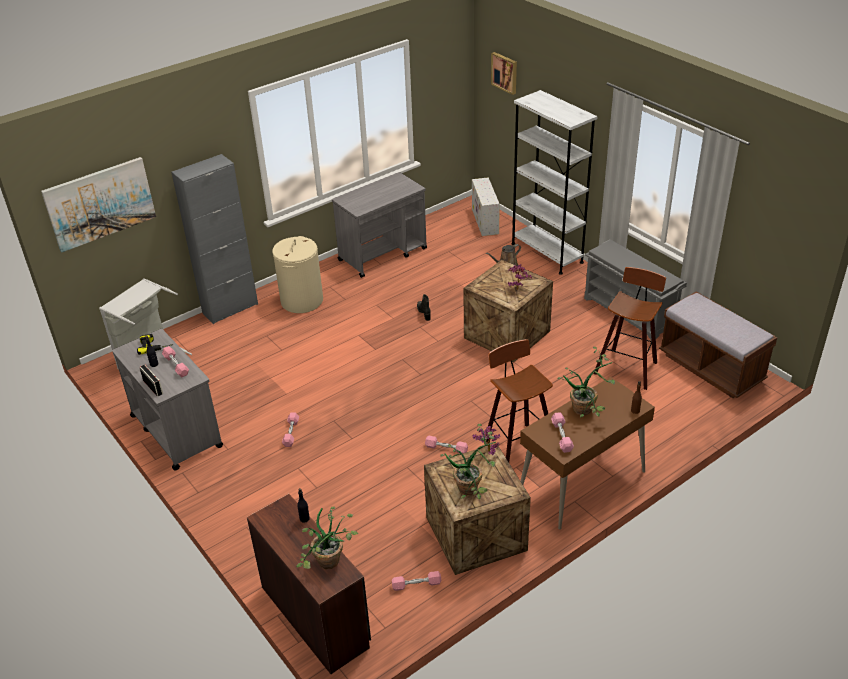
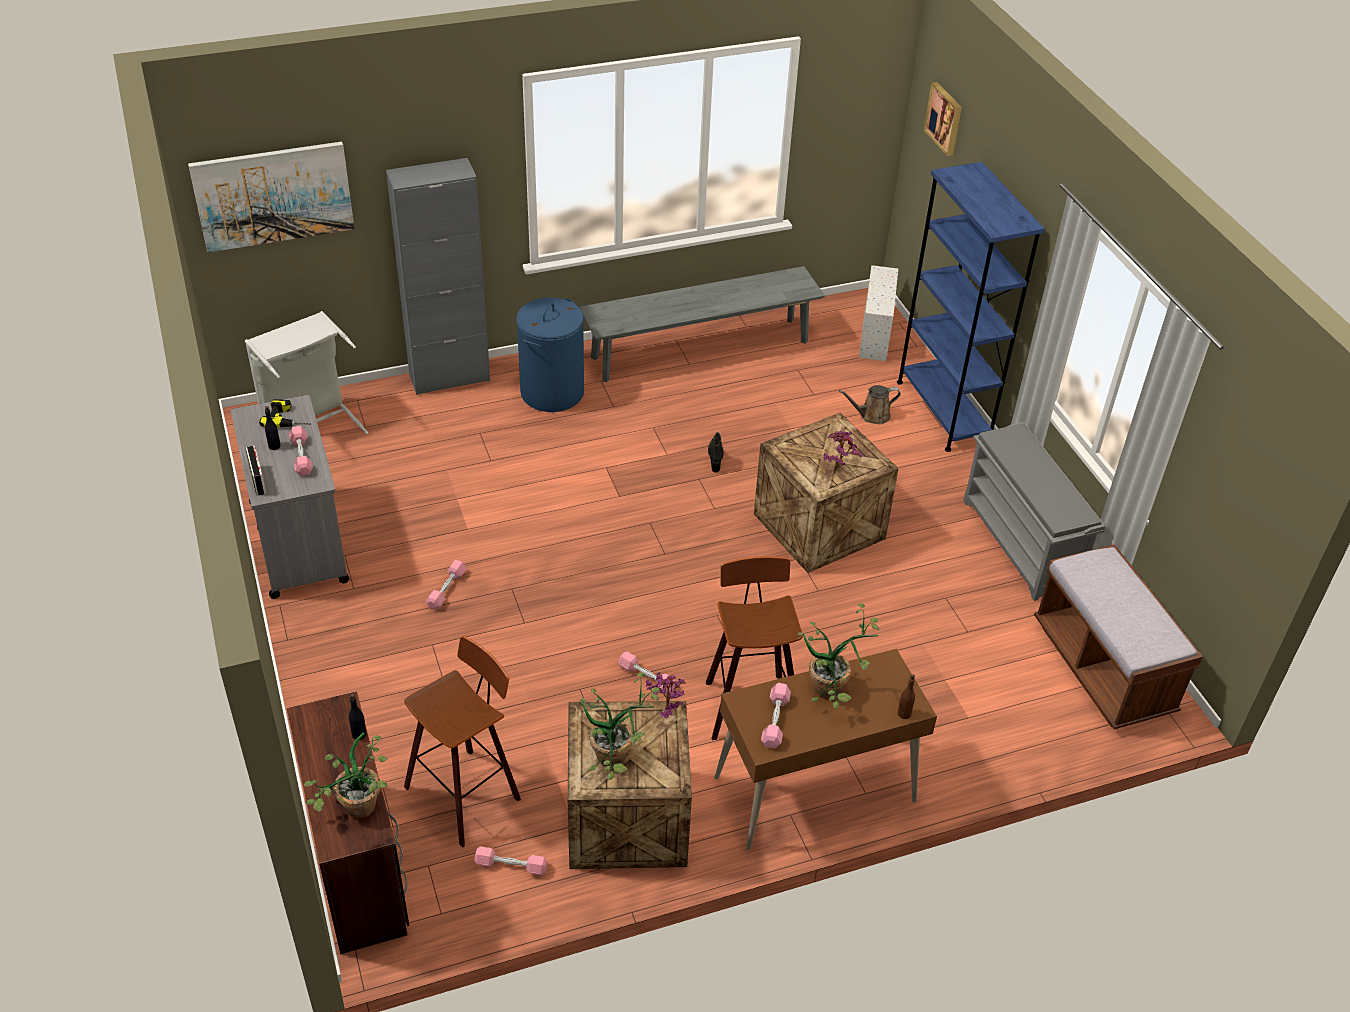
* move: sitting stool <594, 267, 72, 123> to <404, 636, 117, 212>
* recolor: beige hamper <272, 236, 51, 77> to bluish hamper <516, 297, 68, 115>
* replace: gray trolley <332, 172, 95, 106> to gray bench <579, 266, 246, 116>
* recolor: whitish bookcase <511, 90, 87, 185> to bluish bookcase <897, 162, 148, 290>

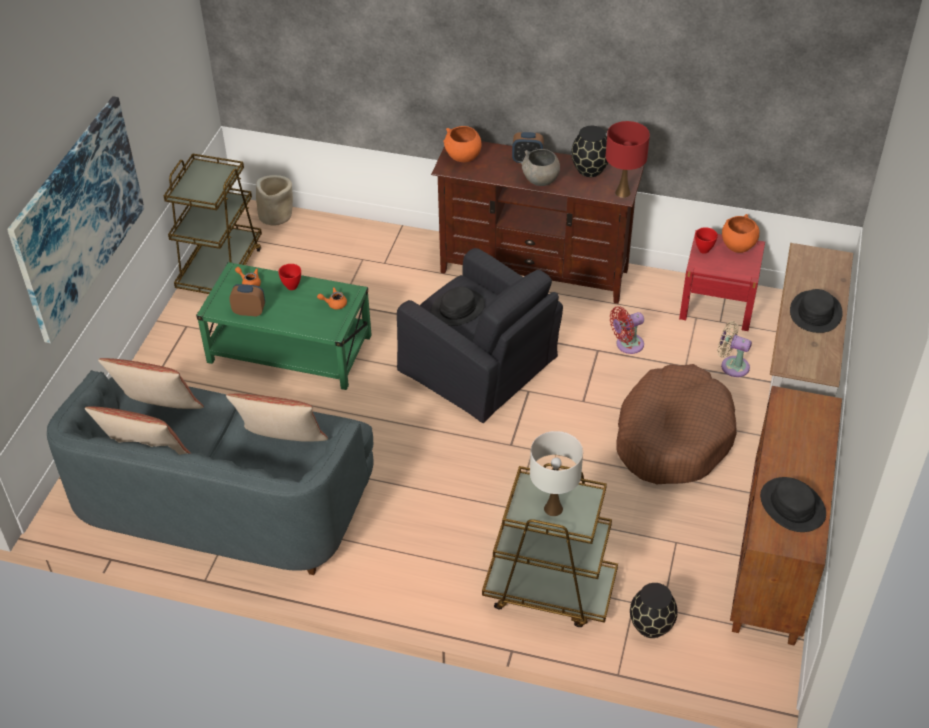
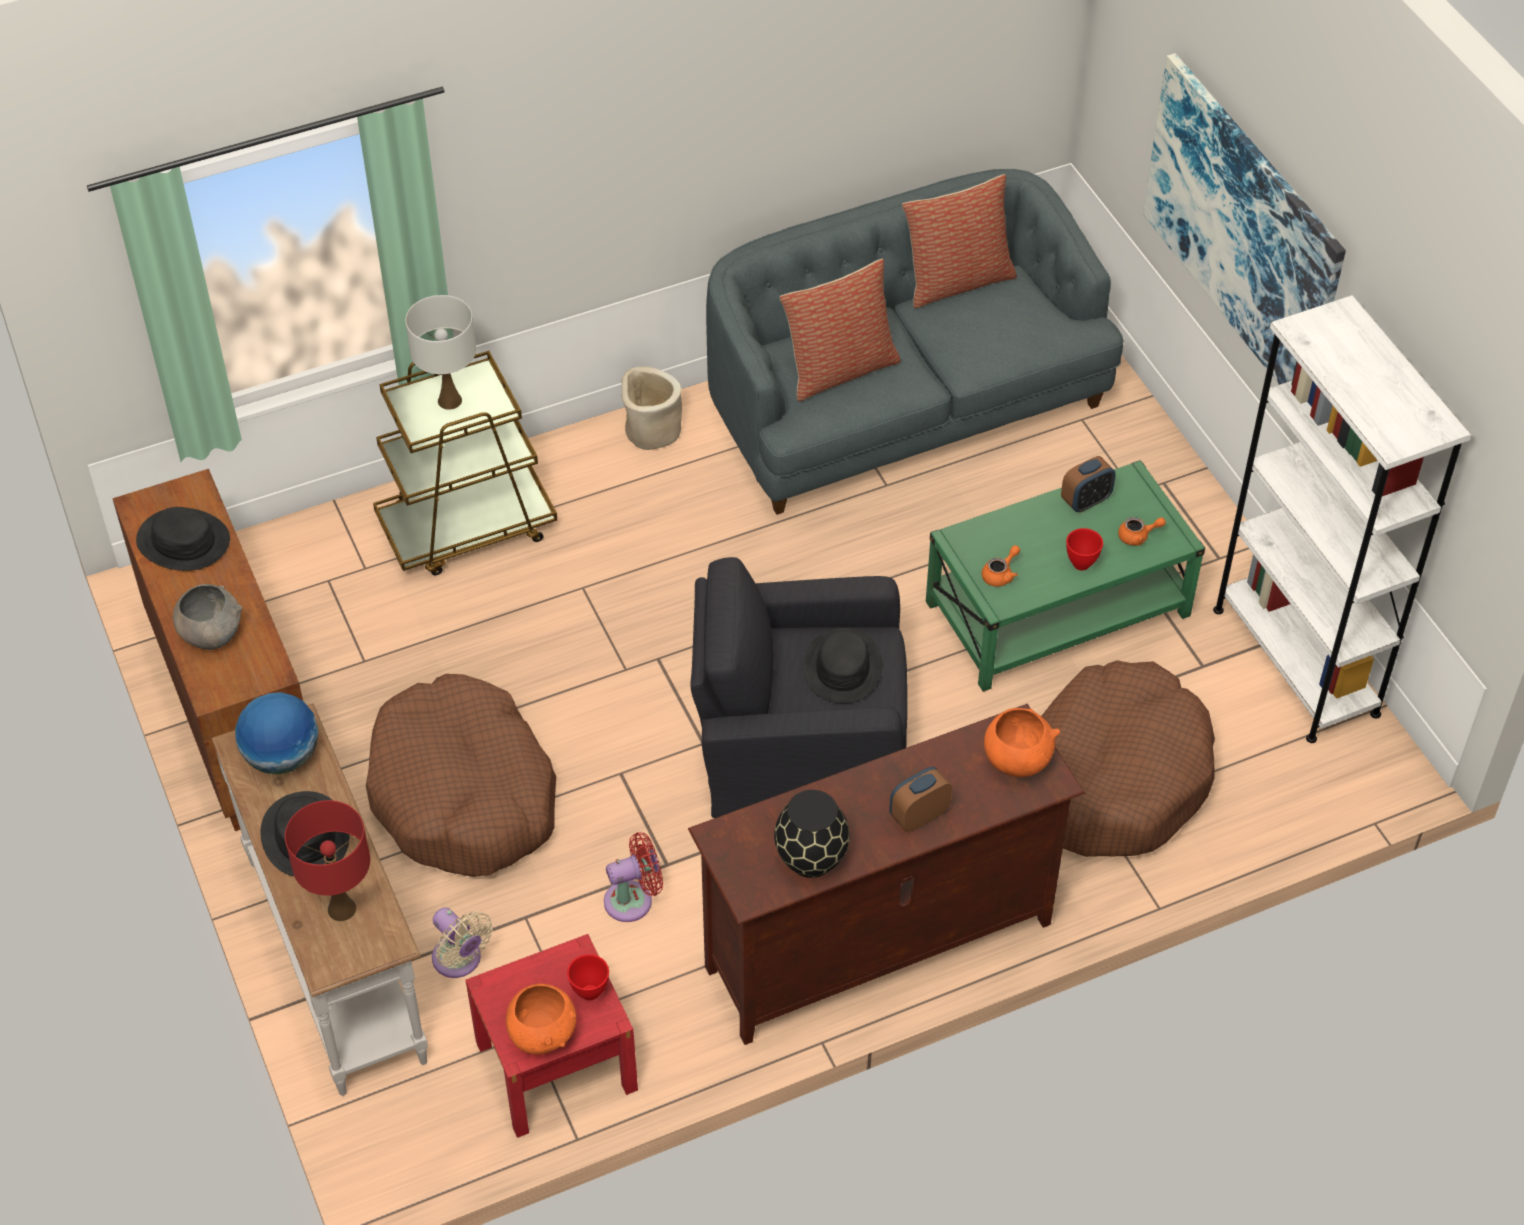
* move: gray bowl <521, 149, 39, 37> to <173, 584, 69, 66>
* insert: desk globe <235, 692, 83, 82>
* move: red lamp for a table <606, 121, 44, 77> to <285, 800, 85, 121>
* rotate: beige electric fan <717, 321, 35, 56> = <432, 907, 61, 71> 60 degrees clockwise
* rotate: red electric fan <610, 306, 34, 48> = <604, 832, 59, 90> 45 degrees clockwise
* move: beige planter <256, 175, 37, 50> to <621, 367, 61, 83>
* insert: brown-coloured dog cushion <1041, 660, 174, 197>
* replace: brown-coloured trolley <164, 153, 98, 141> to whitish bookcase <1213, 295, 258, 448>
* delete: cushion <98, 358, 106, 51>
* delete: blackish vase <630, 583, 48, 55>

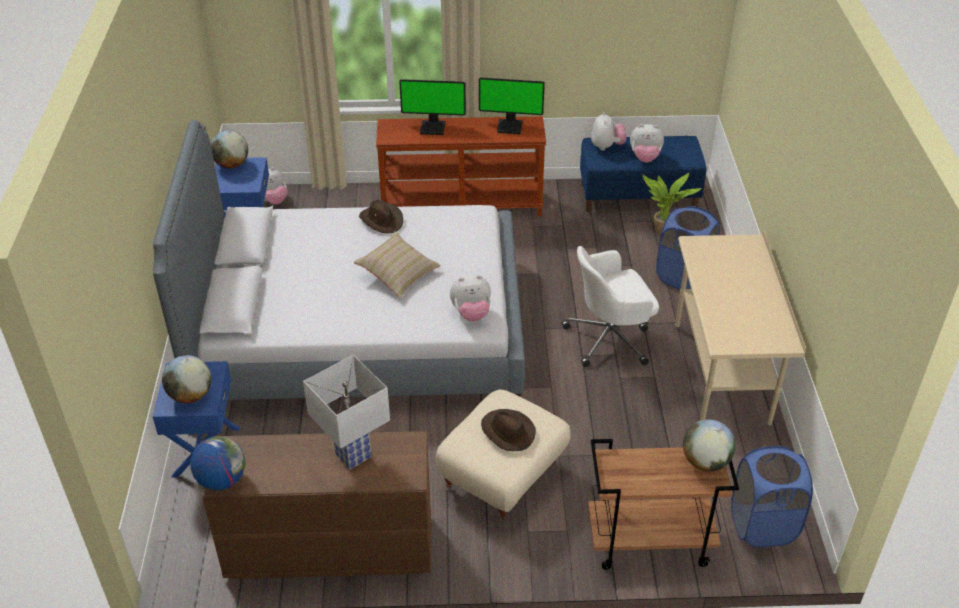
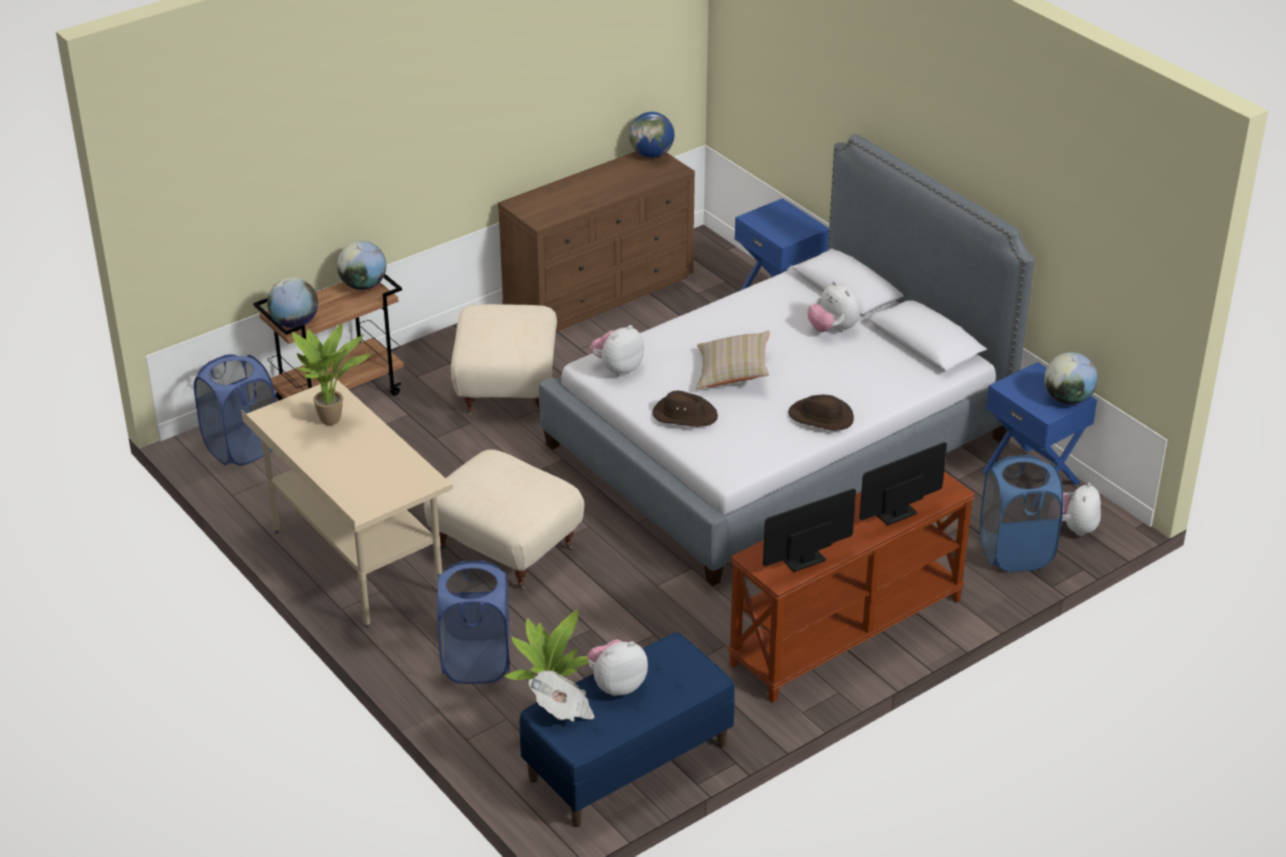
* insert: potted plant <292, 323, 79, 102>
* move: desk globe <162, 355, 50, 48> to <337, 241, 49, 49>
* replace: whitish desk chair <561, 246, 98, 121> to beige ottoman <424, 450, 160, 140>
* insert: daily paper <528, 671, 67, 50>
* move: brown-coloured clothing hat <481, 409, 55, 42> to <652, 391, 66, 36>
* move: soft toy <591, 112, 35, 39> to <808, 281, 52, 51>
* insert: bluish hamper <980, 455, 83, 117>
* delete: whitish lamp for a table <303, 355, 87, 114>

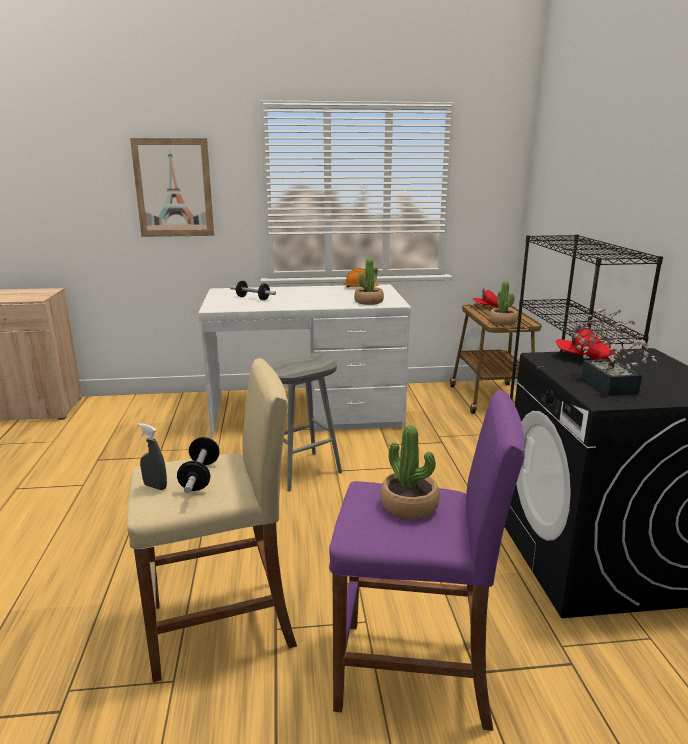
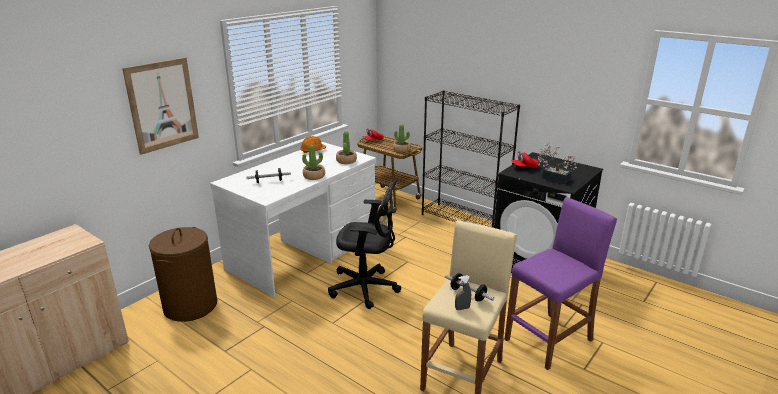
* insert: brown-coloured hamper <149, 227, 68, 95>
* move: potted plant <380, 425, 60, 95> to <302, 145, 23, 35>
* replace: gray sitting stool <270, 353, 72, 139> to blackish desk chair <328, 180, 73, 129>

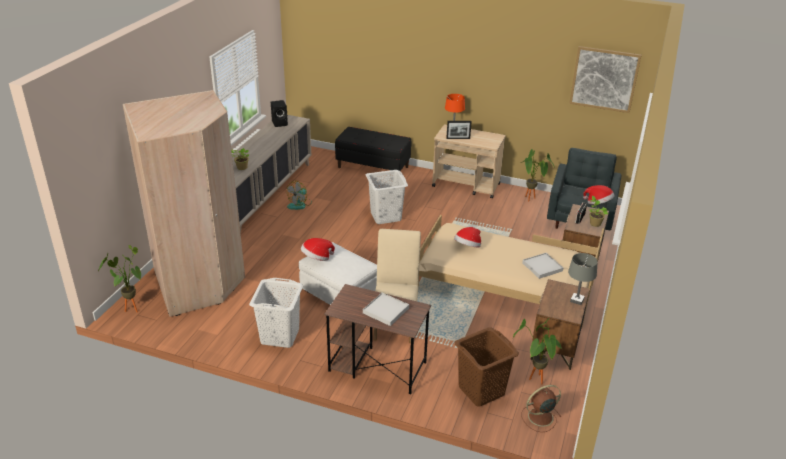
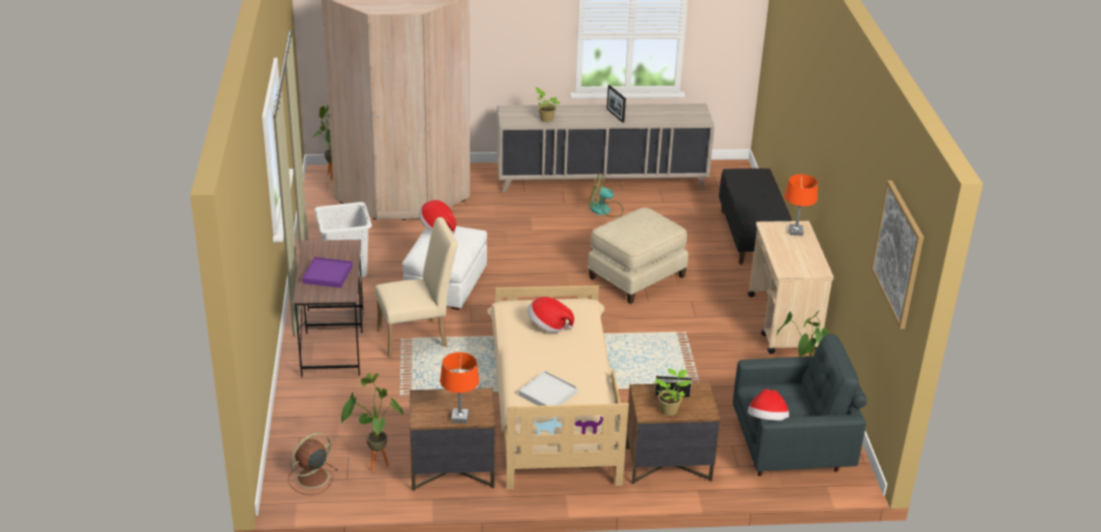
* rotate: brown-coloured electric fan <521, 385, 40, 47> = <288, 433, 50, 62> 90 degrees counterclockwise
* recolor: whitish serving tray <363, 293, 46, 33> to purple-coloured serving tray <302, 257, 50, 31>
* recolor: gray lamp for a table <568, 253, 30, 52> to orangey lamp for a table <440, 352, 39, 71>
* replace: whitish hamper <366, 170, 42, 54> to beige ottoman <587, 207, 101, 97>
* move: standing frame <446, 121, 26, 18> to <607, 85, 19, 38>
* delete: blackish loudspeaker <271, 100, 17, 27>
* delete: brown-coloured hamper <454, 327, 65, 80>

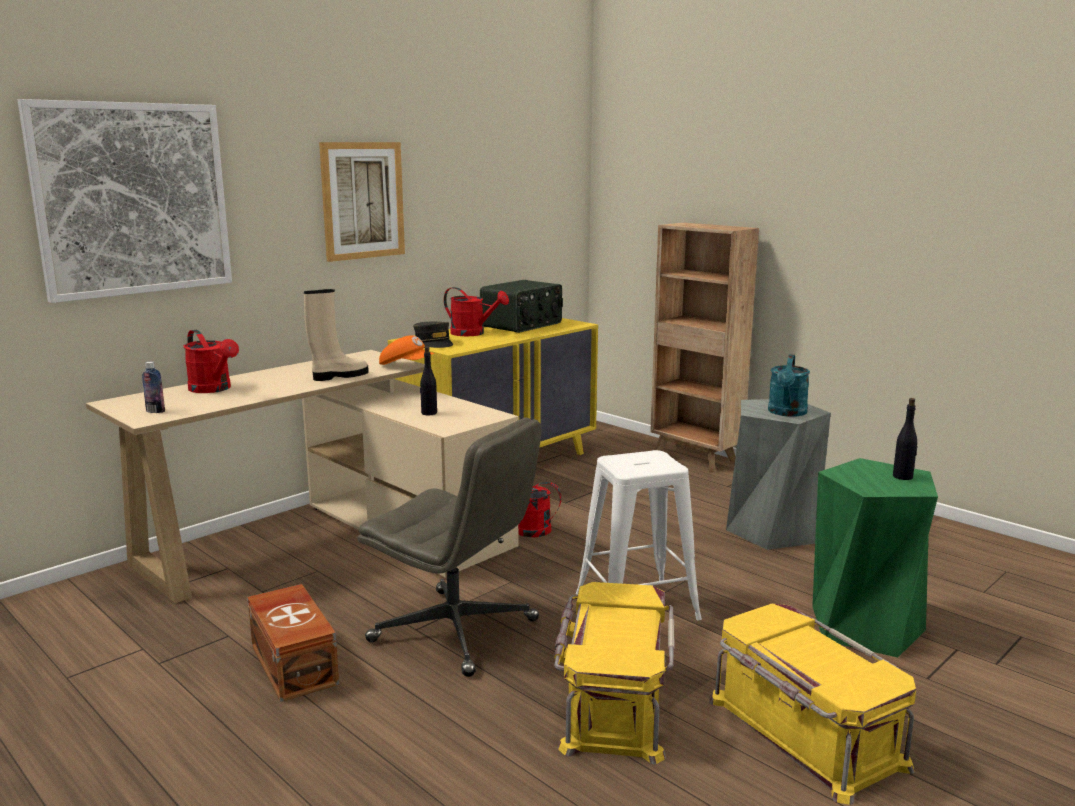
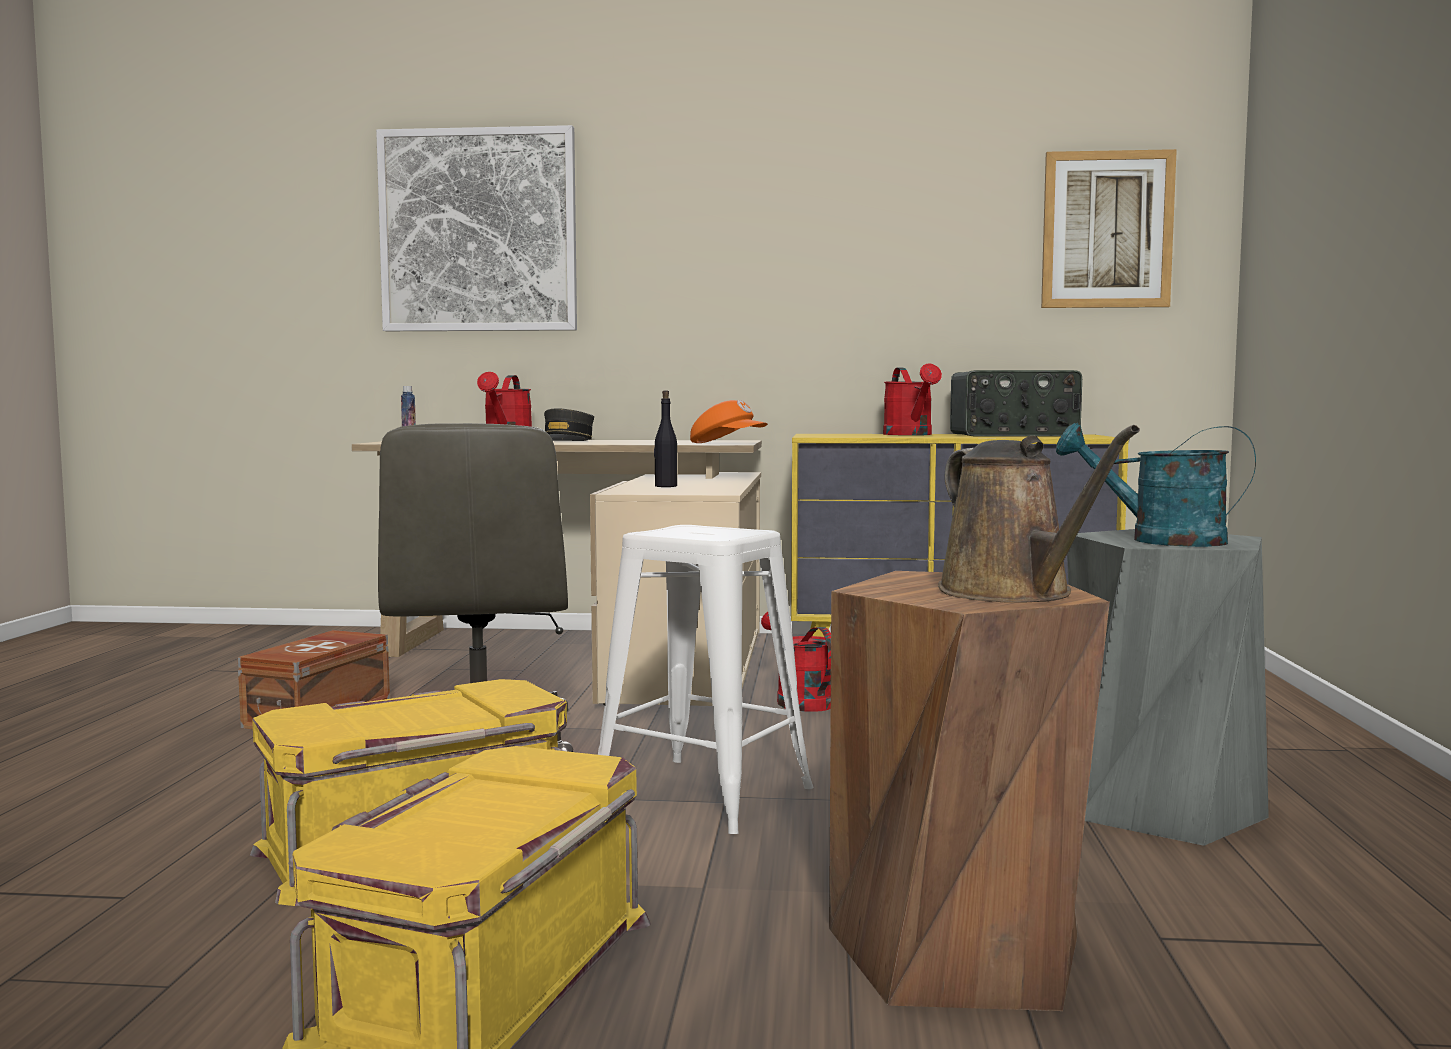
* move: gray cap <413, 322, 40, 26> to <544, 408, 50, 33>
* rotate: orangey cap <379, 335, 56, 30> = <690, 400, 77, 43> 45 degrees counterclockwise
* recolor: green sitting stool <812, 458, 126, 199> to brown-coloured sitting stool <829, 571, 281, 440>
* replace: blackish beverage bottle <893, 398, 25, 82> to brown-coloured watering can <938, 425, 202, 177>
* move: wall picture <319, 142, 86, 120> to <1041, 149, 136, 159>
* rotate: turquoise-coloured watering can <768, 354, 42, 63> = <1056, 423, 200, 124> 45 degrees clockwise
* delete: beige high-top boot <304, 289, 65, 92>
* delete: brown-coloured bookcase <650, 223, 109, 249>

